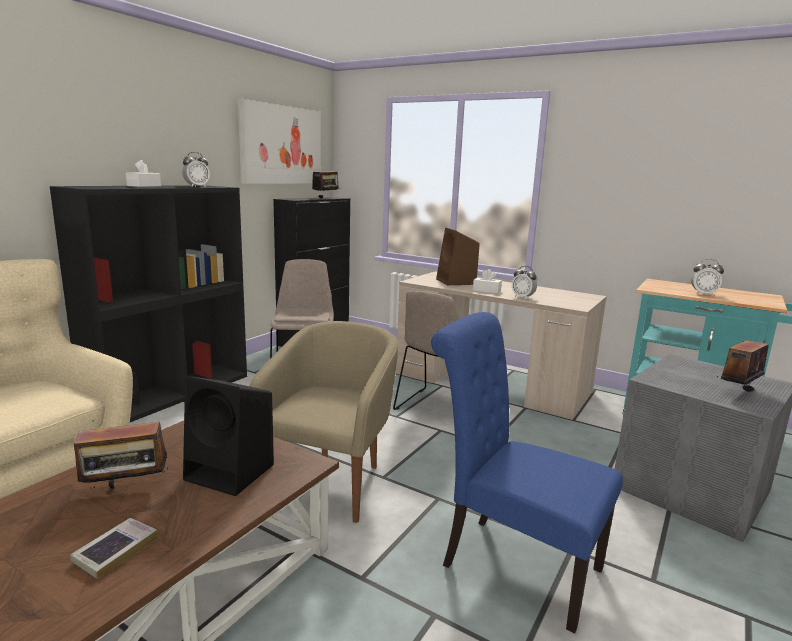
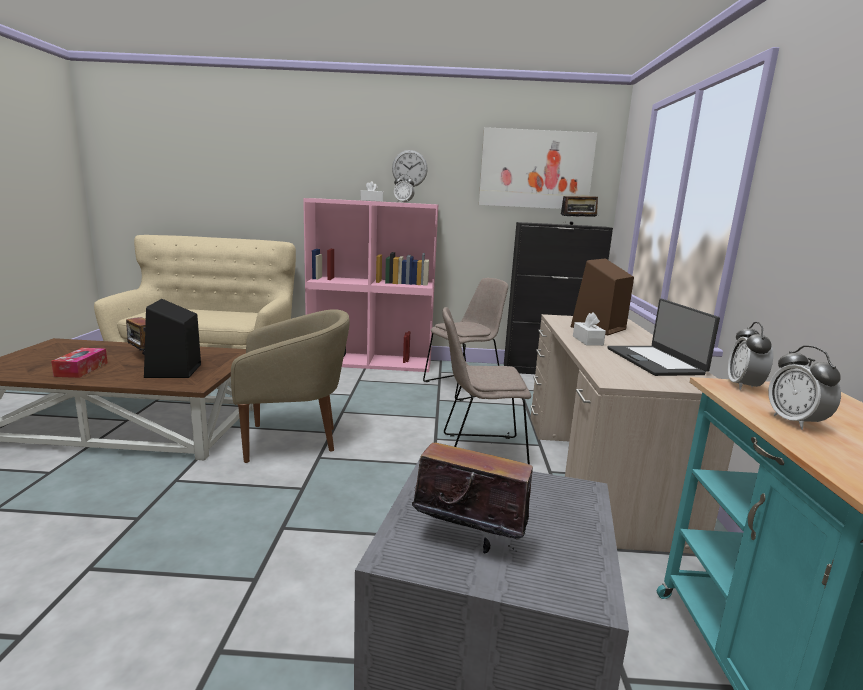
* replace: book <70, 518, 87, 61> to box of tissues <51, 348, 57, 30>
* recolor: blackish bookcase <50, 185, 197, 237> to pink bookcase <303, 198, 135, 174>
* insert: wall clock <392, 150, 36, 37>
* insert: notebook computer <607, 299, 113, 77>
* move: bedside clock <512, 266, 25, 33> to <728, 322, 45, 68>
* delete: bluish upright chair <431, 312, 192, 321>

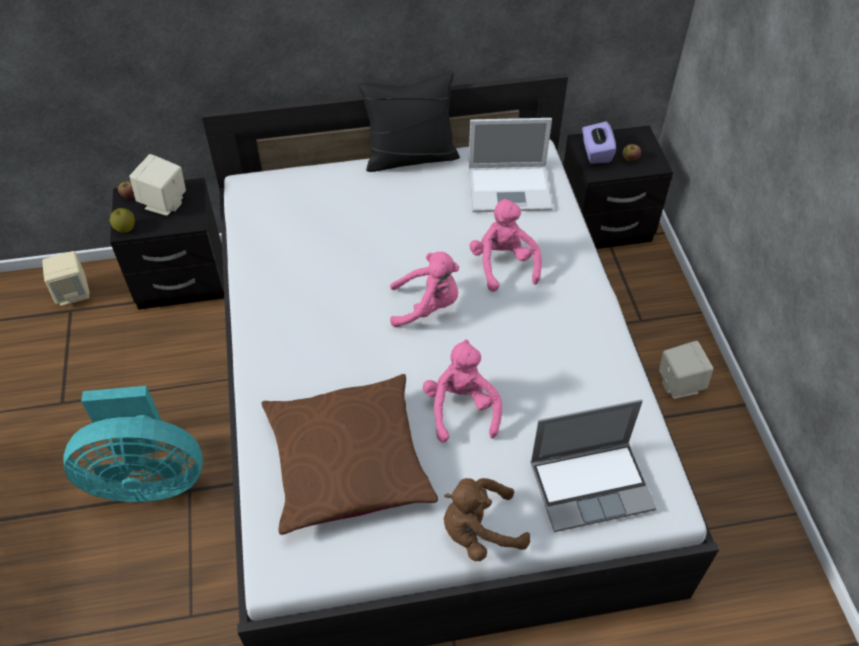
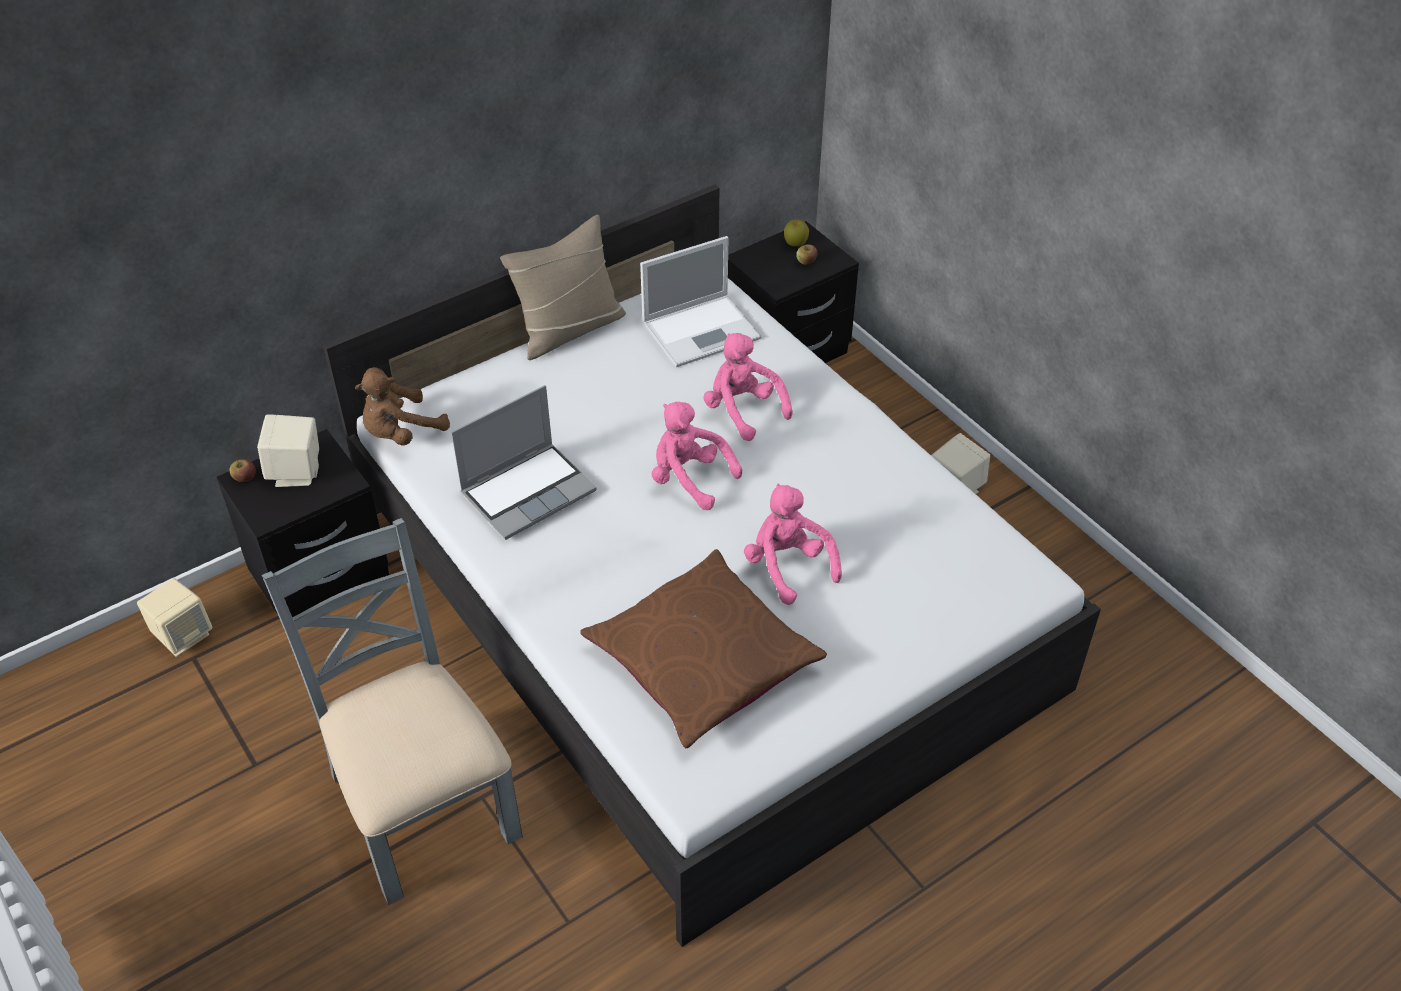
* replace: turquoise-coloured electric fan <64, 386, 139, 116> to gray upright chair <262, 518, 261, 387>
* move: brown-coloured soft toy <444, 478, 86, 83> to <355, 367, 95, 79>
* move: notebook computer <530, 400, 127, 132> to <451, 385, 145, 155>
* recolor: blackish cushion <358, 71, 102, 101> to beige cushion <500, 215, 126, 145>
* rotate: pink soft toy <390, 252, 69, 75> = <652, 402, 90, 108> 120 degrees counterclockwise
* move: apple fruit <110, 208, 25, 25> to <784, 219, 25, 27>
* delete: purple-coloured box of tissues <582, 121, 34, 43>

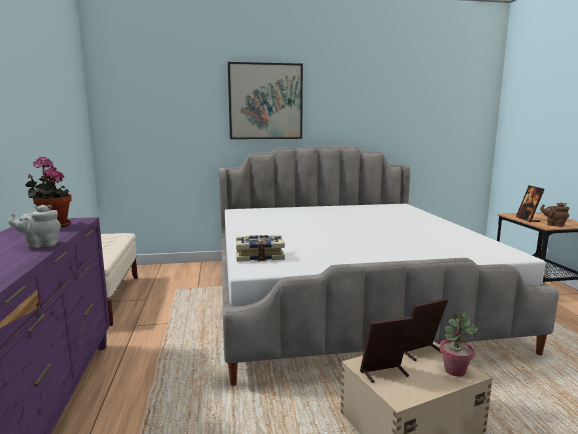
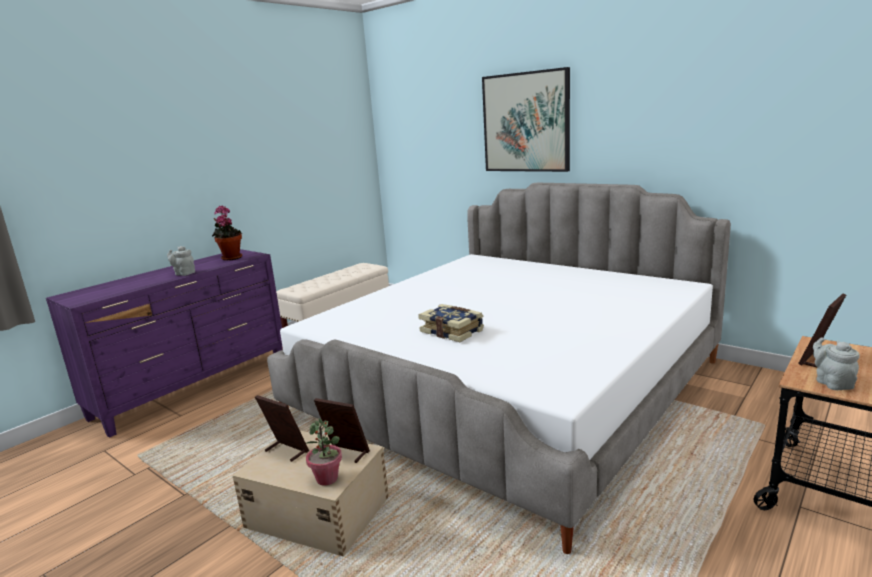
* move: book <236, 235, 49, 27> to <418, 304, 66, 38>
* recolor: brown-coloured teapot <540, 202, 29, 25> to gray teapot <813, 337, 47, 53>

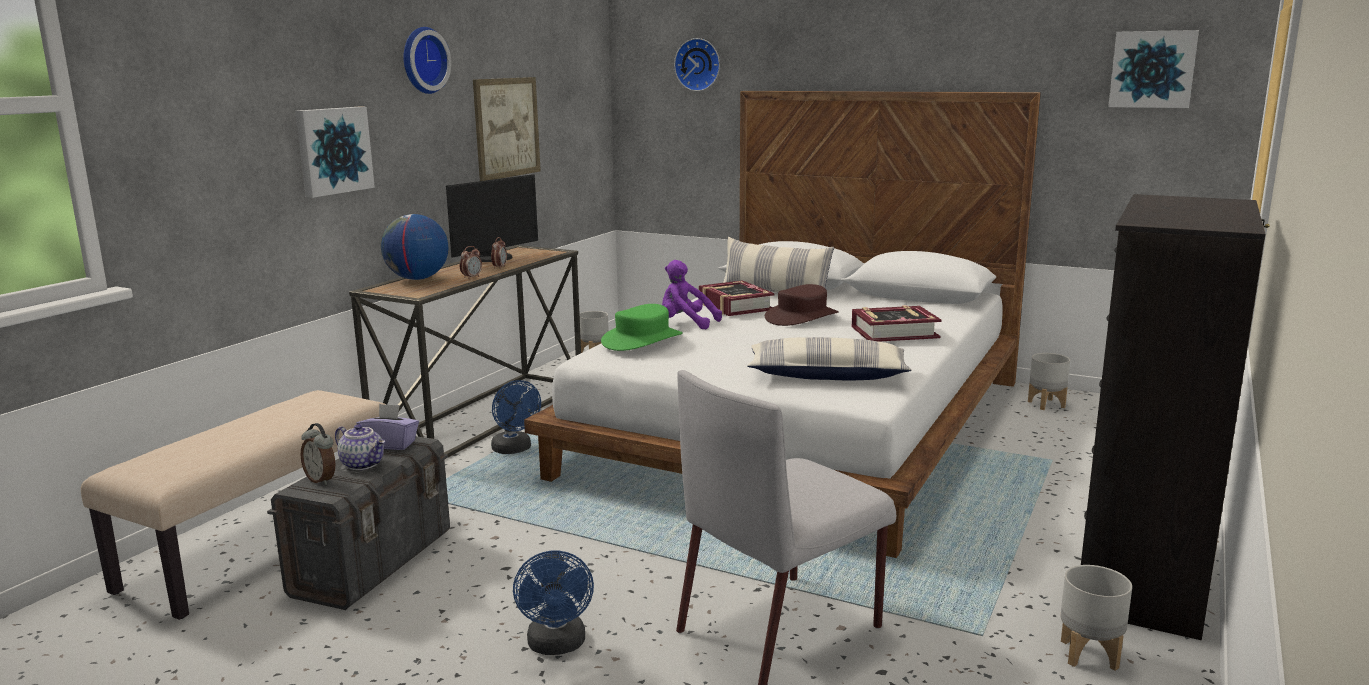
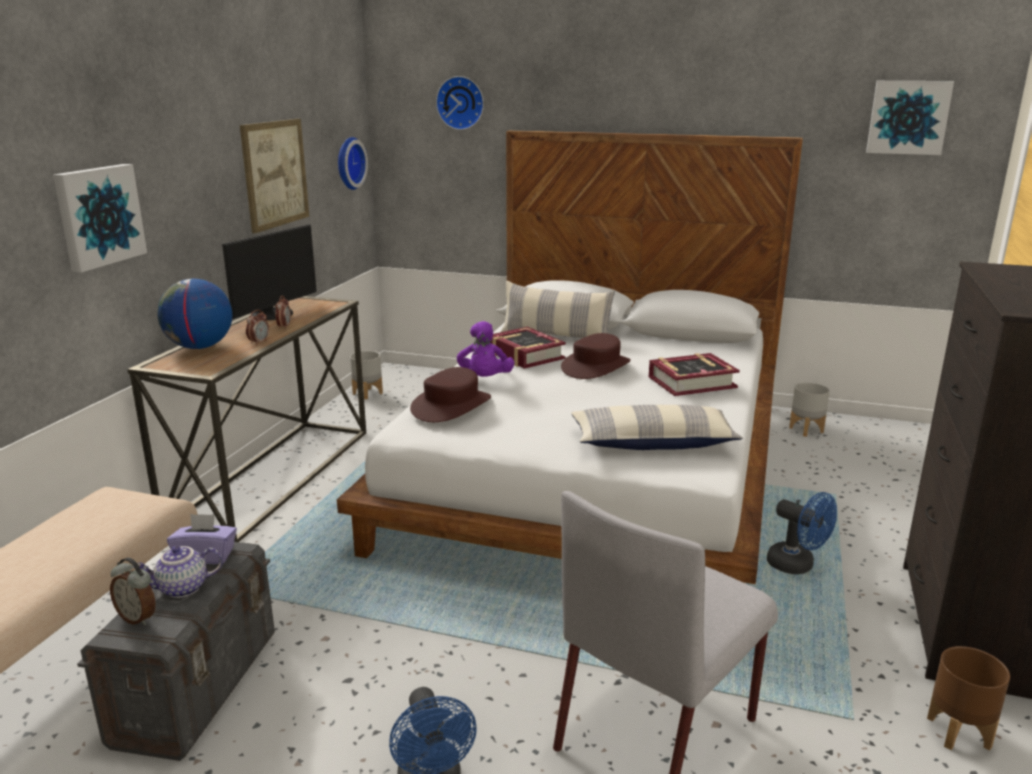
* rotate: teapot <335, 424, 50, 46> = <133, 546, 90, 52> 135 degrees clockwise
* move: wall clock <403, 27, 48, 67> to <338, 137, 30, 53>
* recolor: green clothing hat <601, 304, 82, 47> to brown-coloured clothing hat <410, 367, 81, 55>
* rotate: purple-coloured soft toy <662, 260, 60, 69> = <457, 321, 58, 56> 105 degrees counterclockwise
* move: bluish electric fan <491, 380, 50, 74> to <767, 492, 70, 82>
* recolor: gray planter <1061, 565, 71, 106> to brown-coloured planter <927, 646, 83, 105>

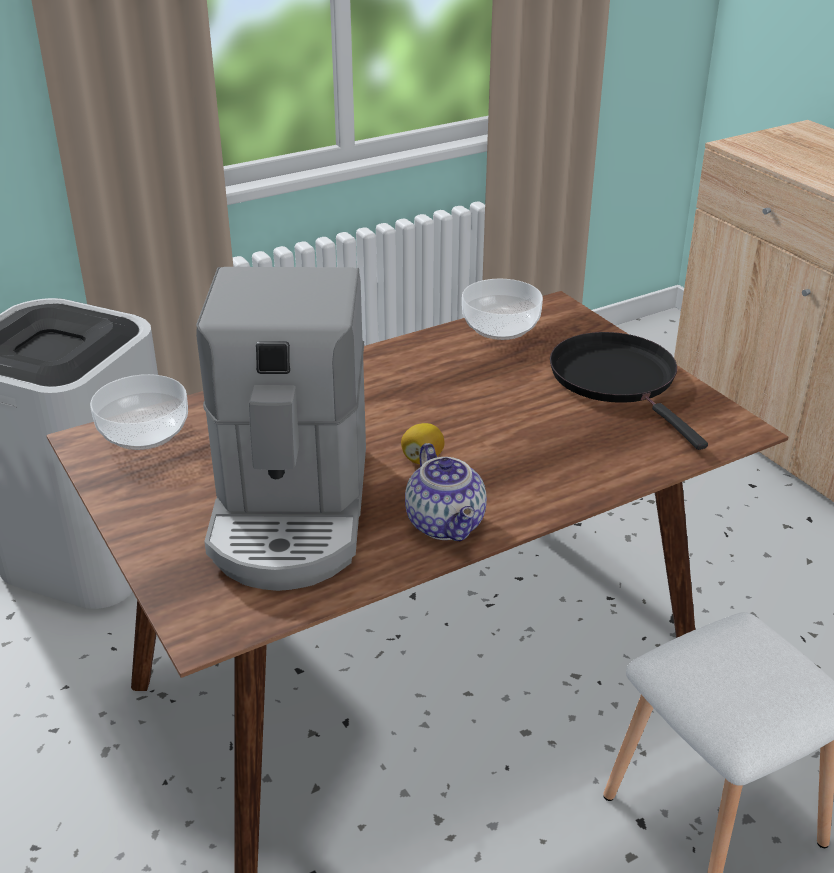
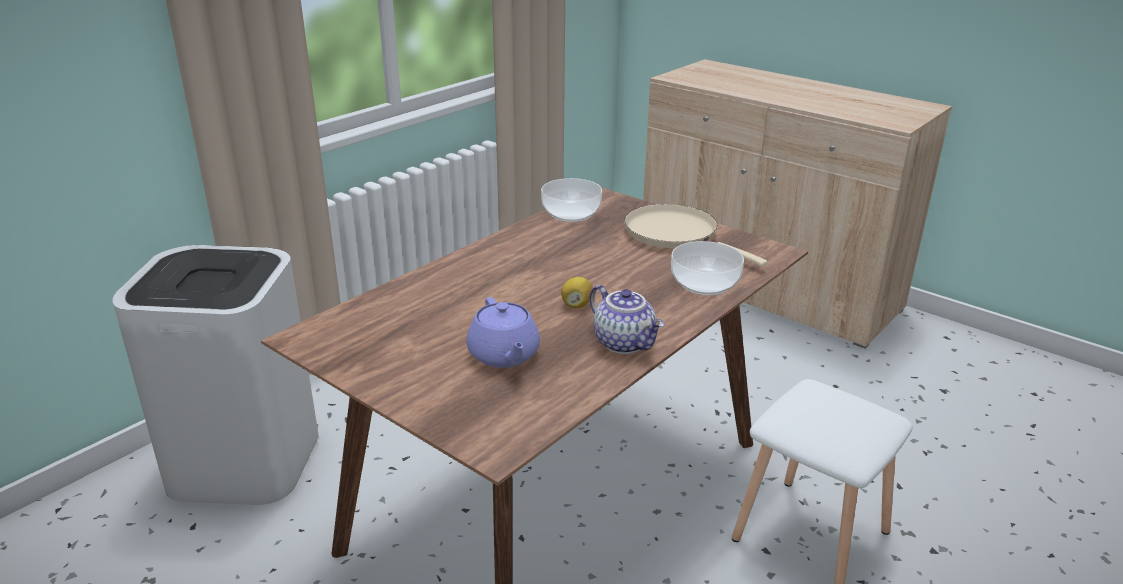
* replace: coffee machine <196, 267, 170, 324> to purple-coloured teapot <467, 297, 73, 71>
* recolor: blackish pan <550, 332, 158, 118> to beige pan <624, 204, 143, 63>
* move: bowl <90, 374, 98, 76> to <671, 241, 73, 54>

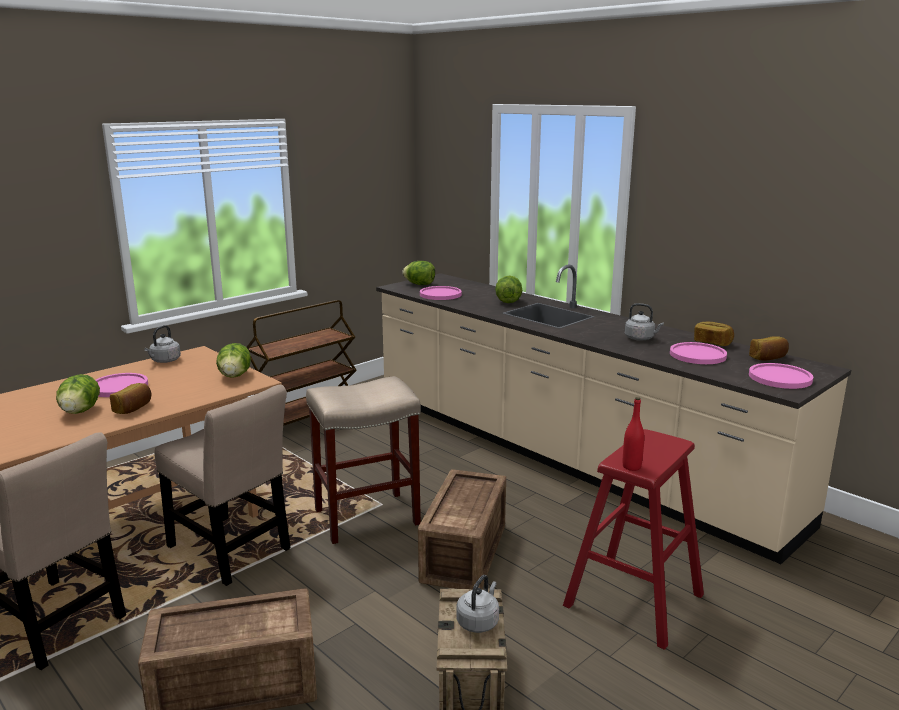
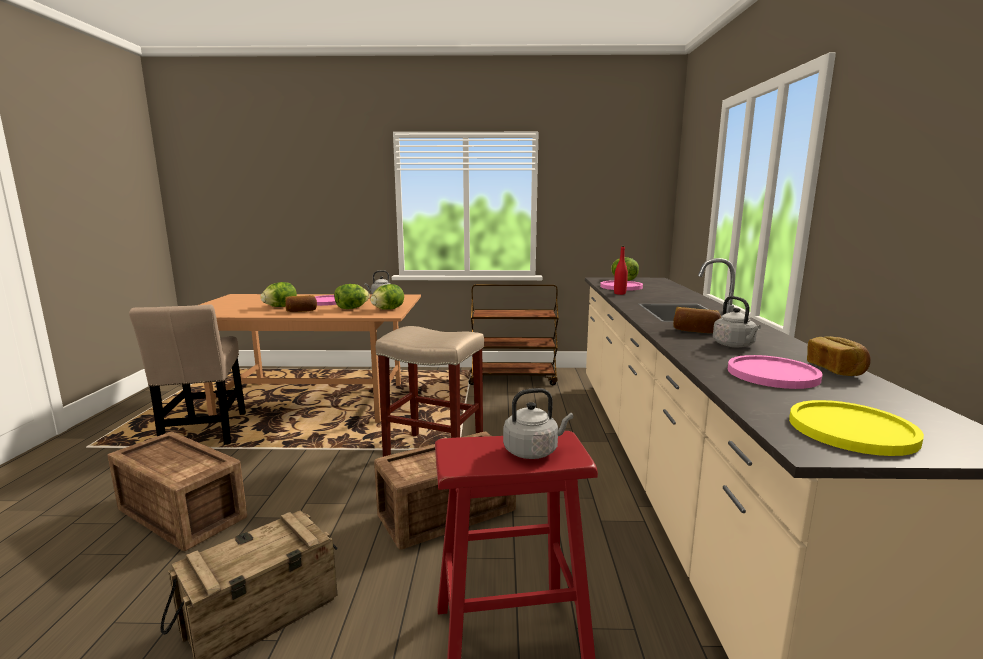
* move: head of lettuce <495, 276, 27, 27> to <334, 284, 36, 25>
* move: gray kettle <457, 575, 42, 58> to <503, 388, 70, 71>
* move: red beverage bottle <623, 397, 21, 74> to <614, 246, 14, 49>
* move: baked bread <749, 336, 40, 25> to <673, 307, 48, 26>
* recolor: pink dinner plate <749, 363, 64, 26> to yellow-coloured dinner plate <789, 400, 135, 56>
* delete: beige upright chair <154, 385, 137, 201>

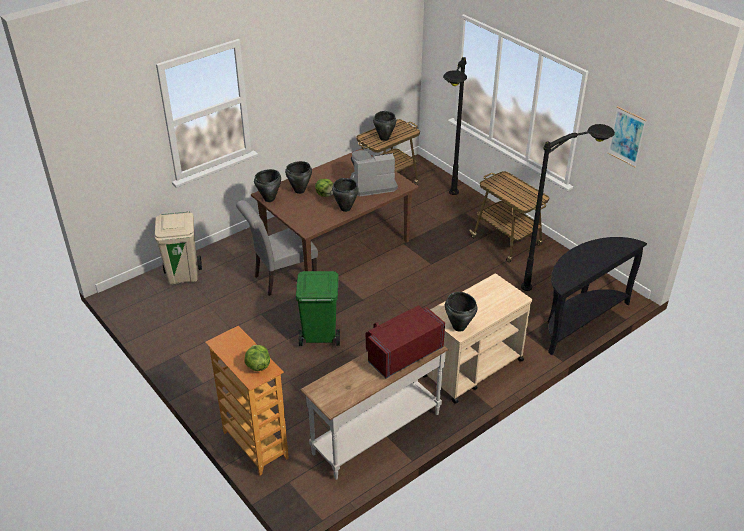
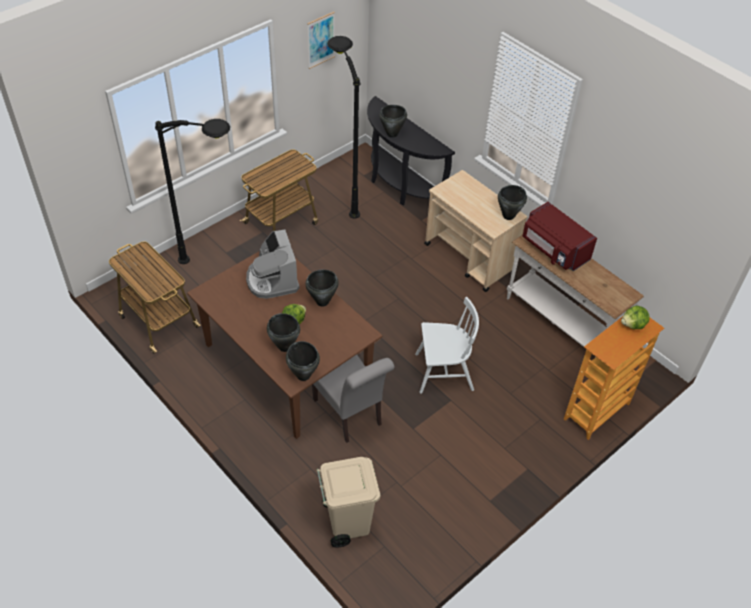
* move: blackish cooking pot <373, 111, 23, 30> to <379, 105, 28, 33>
* replace: green rubbish bin <296, 271, 44, 75> to whitish upright chair <415, 297, 64, 97>

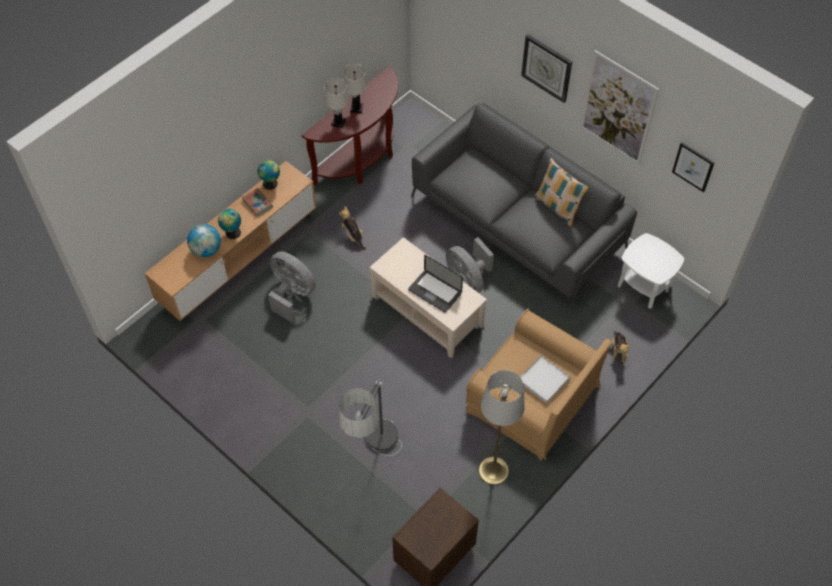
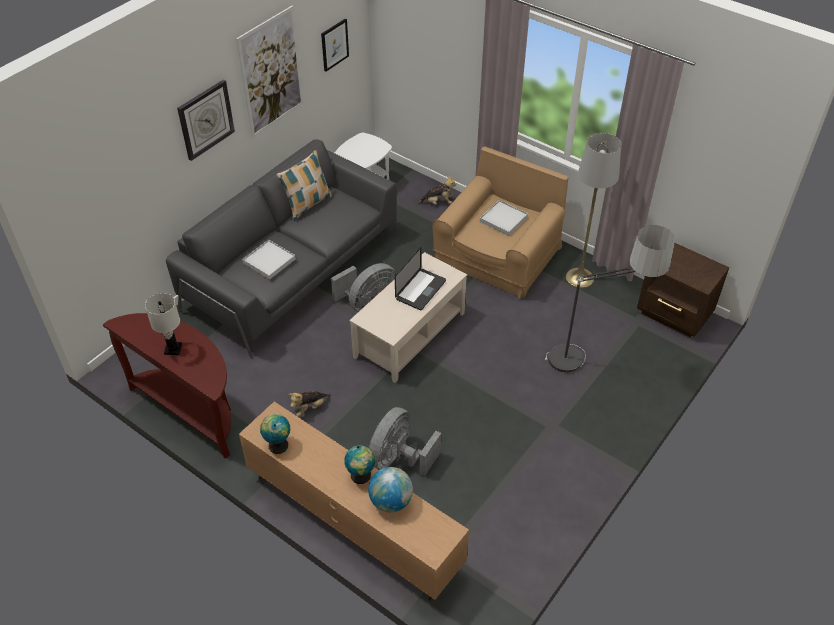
* insert: whitish serving tray <242, 240, 54, 40>
* delete: book <242, 188, 31, 28>
* delete: whitish lamp for a table <324, 78, 24, 50>

